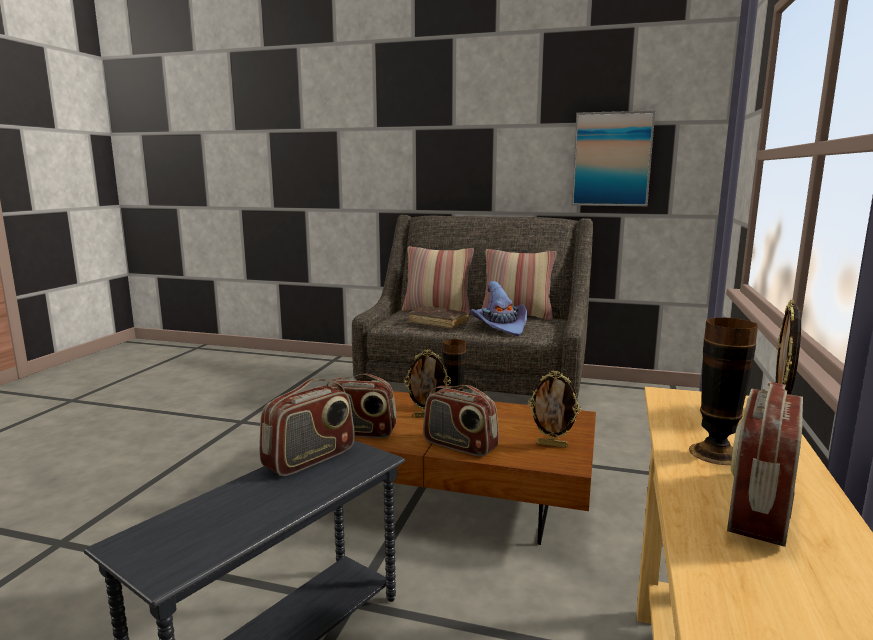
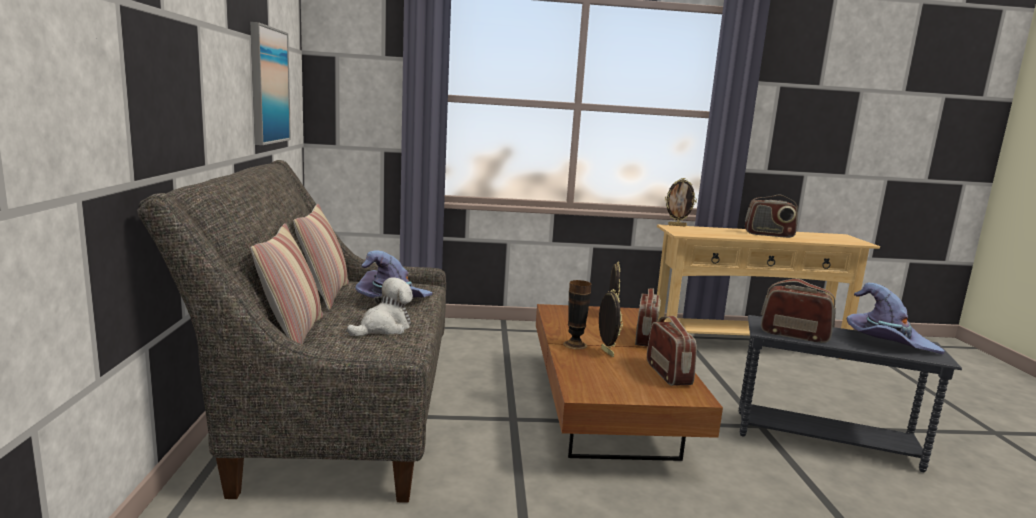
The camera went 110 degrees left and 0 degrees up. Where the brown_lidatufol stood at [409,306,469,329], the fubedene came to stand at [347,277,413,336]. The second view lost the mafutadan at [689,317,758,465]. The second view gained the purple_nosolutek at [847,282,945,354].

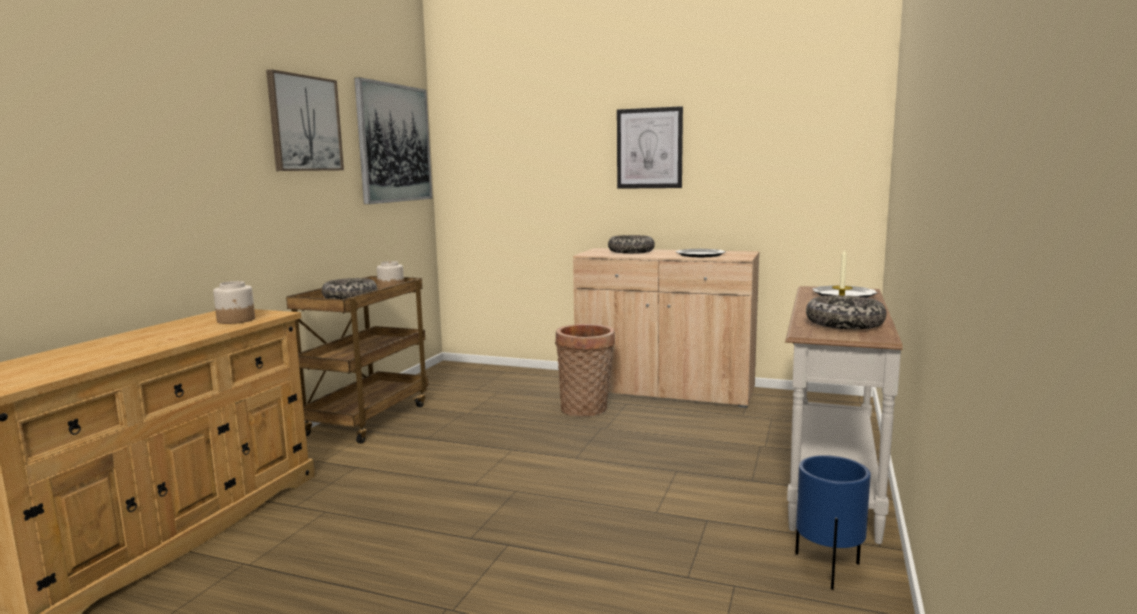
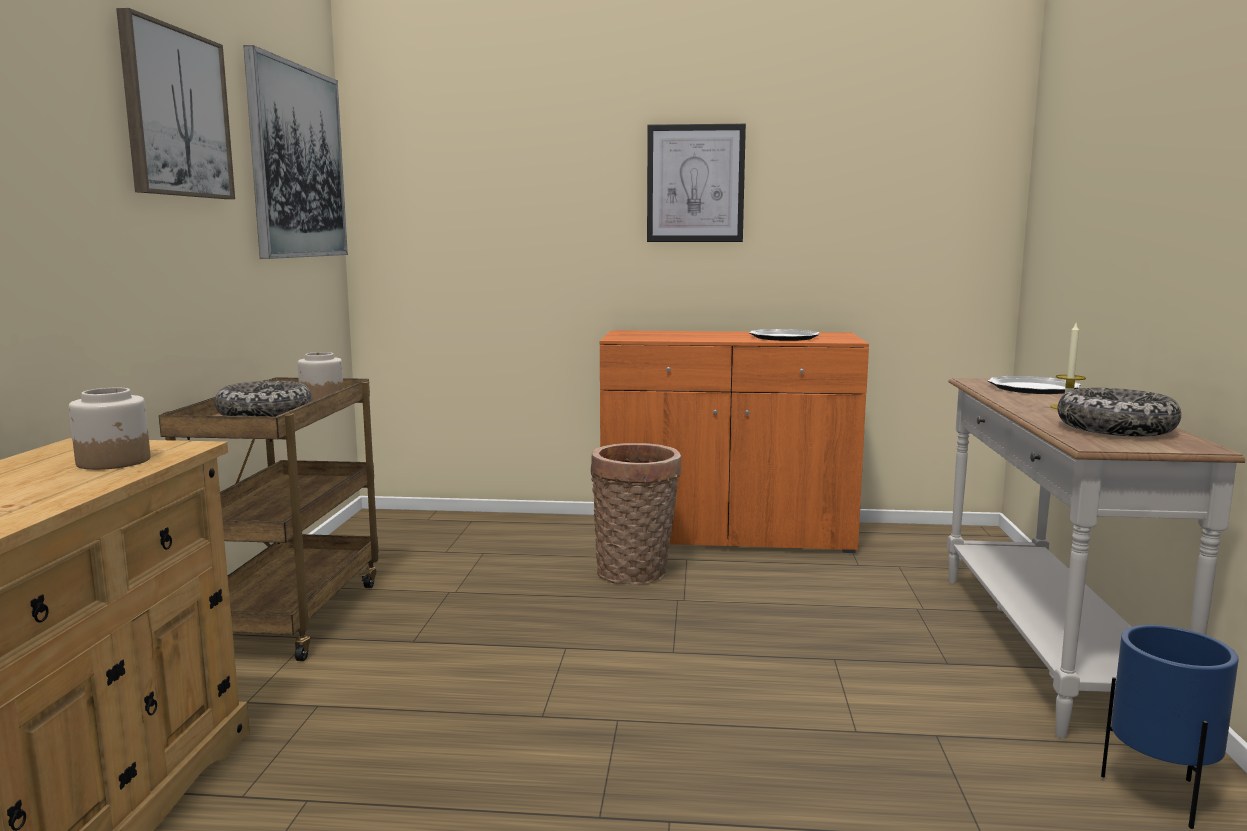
The camera went 15 degrees left and 0 degrees up. The second view lost the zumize at [608,235,655,254]. What was the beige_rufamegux at [573,248,759,408] turned into the orange_rufamegux at [600,330,869,553].

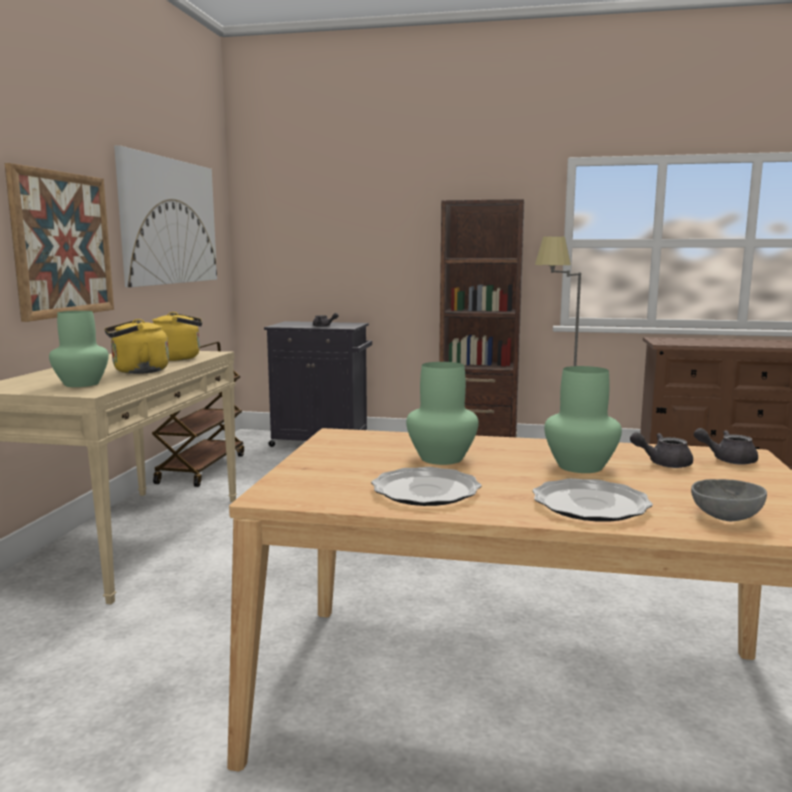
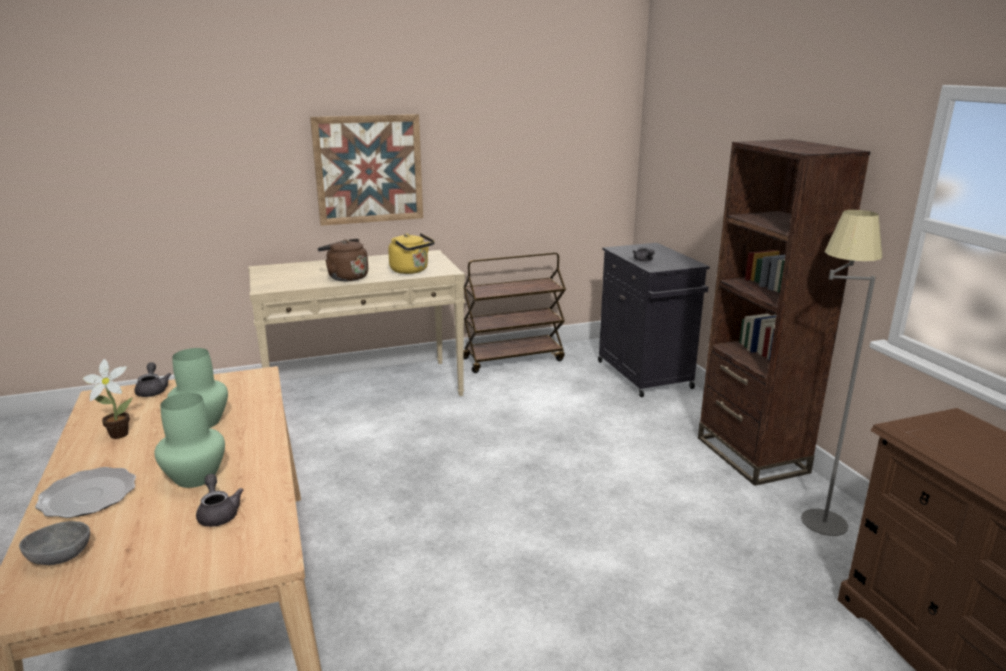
The camera went 60 degrees right and 10 degrees up. The second view lost the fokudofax at [114,145,217,287]. The second view lost the green_mafutadan at [49,311,109,387]. What was the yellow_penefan at [104,319,169,374] turned into the brown_penefan at [318,238,368,281]. The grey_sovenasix ended up elsewhere, having gone from [694,428,758,465] to [135,362,171,397]. Where the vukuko stood at [371,467,481,506], the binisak came to stand at [83,359,133,439].

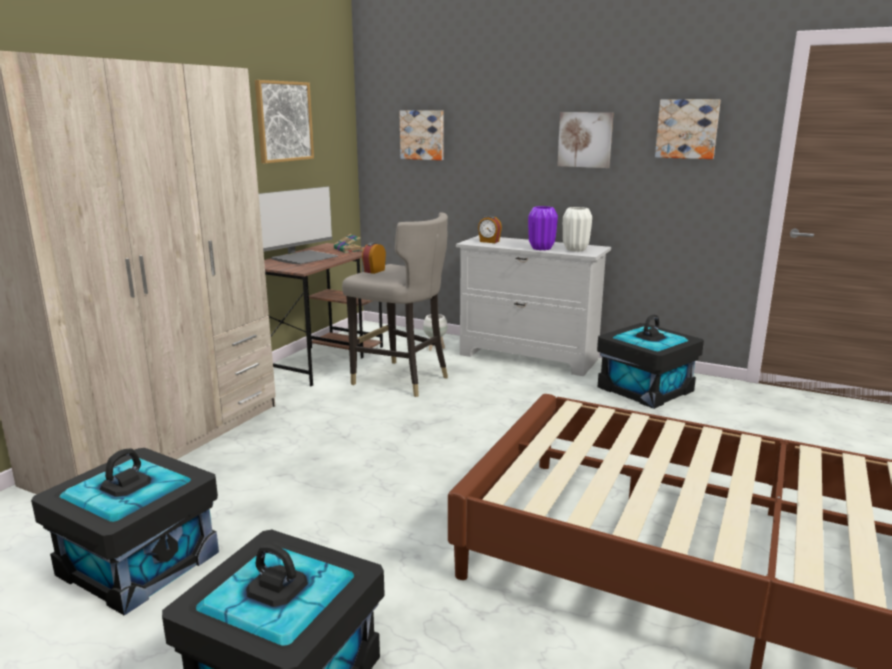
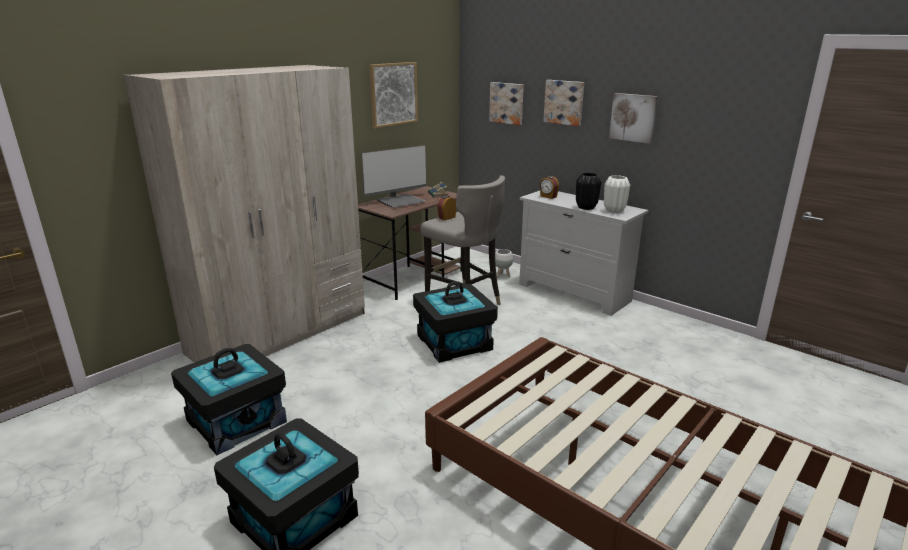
The camera went 15 degrees right and 5 degrees up. The fokudofax ended up elsewhere, having gone from [655,99,721,159] to [543,80,584,126]. What was the purple_mafutadan at [528,206,558,250] turned into the black_mafutadan at [576,173,601,210]. The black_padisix ended up elsewhere, having gone from [597,315,704,409] to [413,281,498,363].

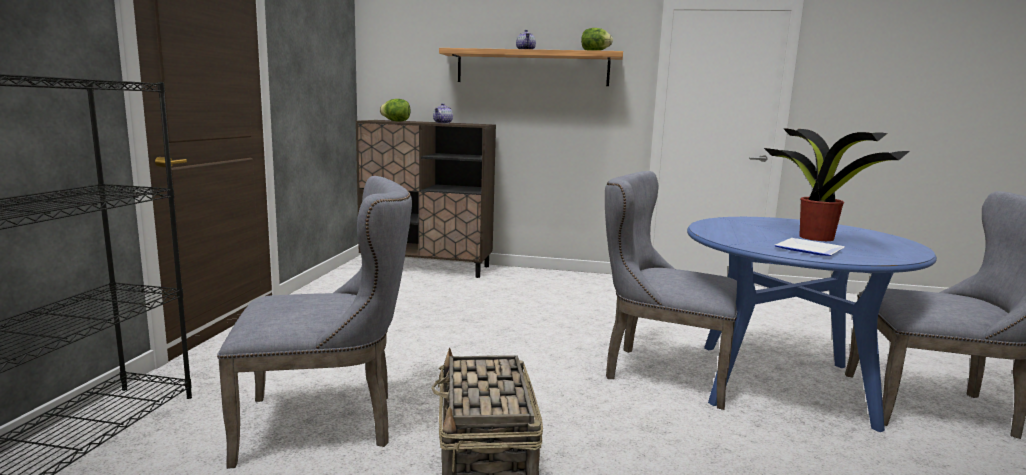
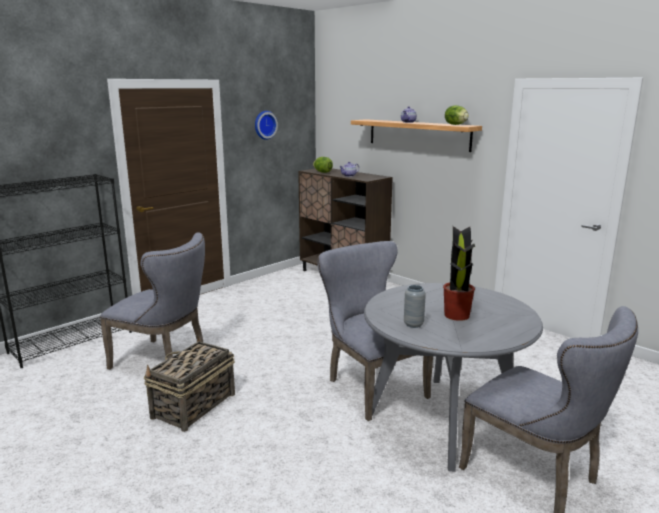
The camera went 35 degrees right and 5 degrees up. What was the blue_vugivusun at [687,217,937,432] turned into the grey_vugivusun at [364,283,543,472]. Where the vukuko stood at [774,238,845,256], the grey_mafutadan came to stand at [404,285,426,328]. The second view gained the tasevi at [255,111,278,140].

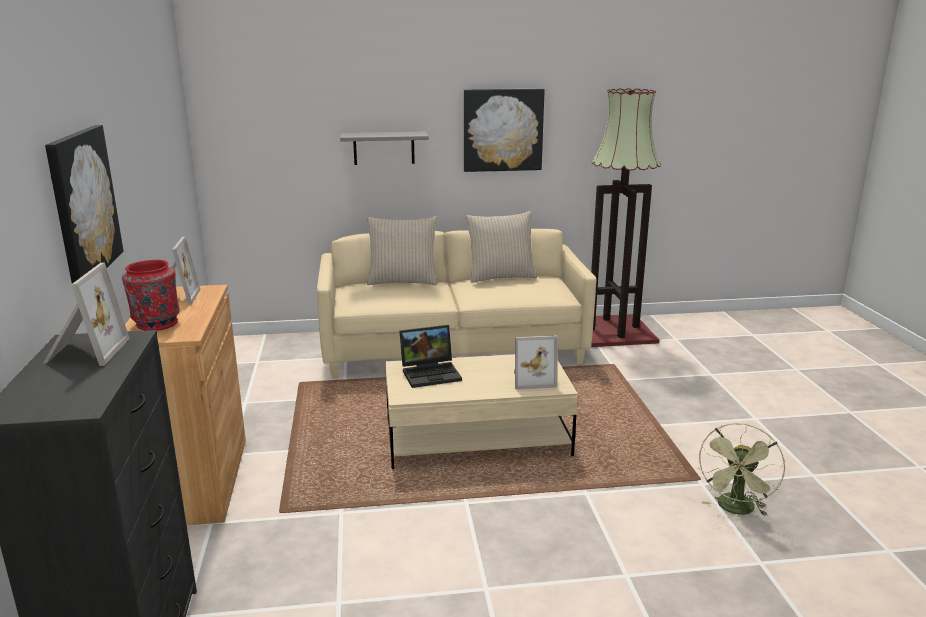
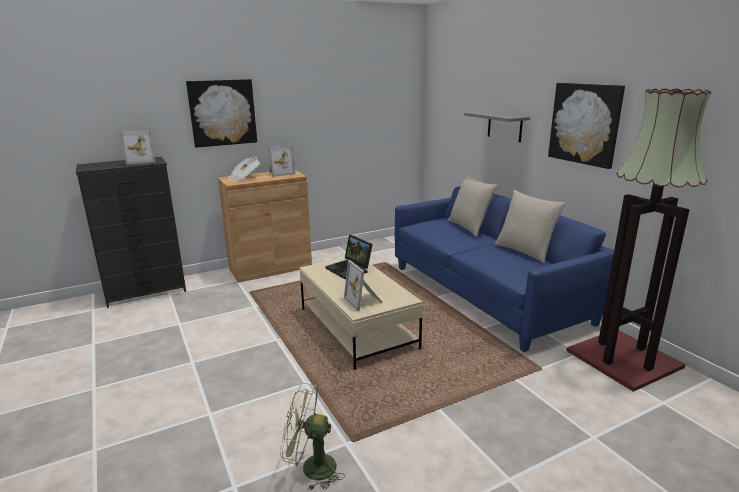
The camera went 70 degrees right and 0 degrees up. What was the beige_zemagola at [317,229,597,379] turned into the blue_zemagola at [395,187,614,352]. Where the red_mafutadan stood at [122,260,180,331], the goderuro came to stand at [228,157,260,180].

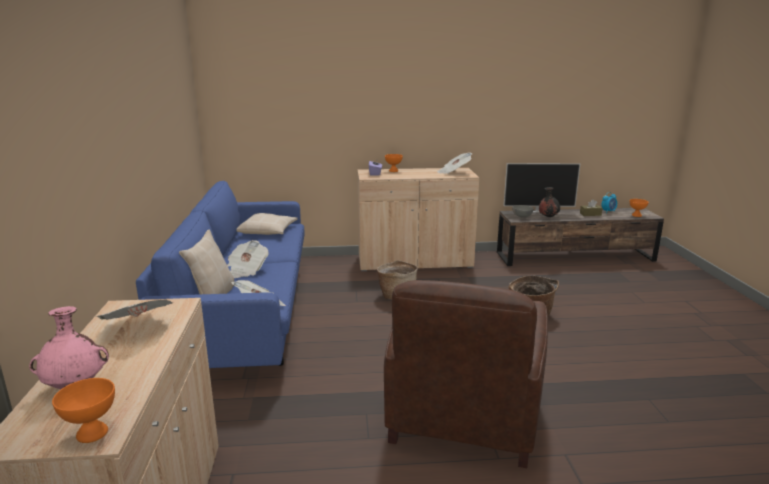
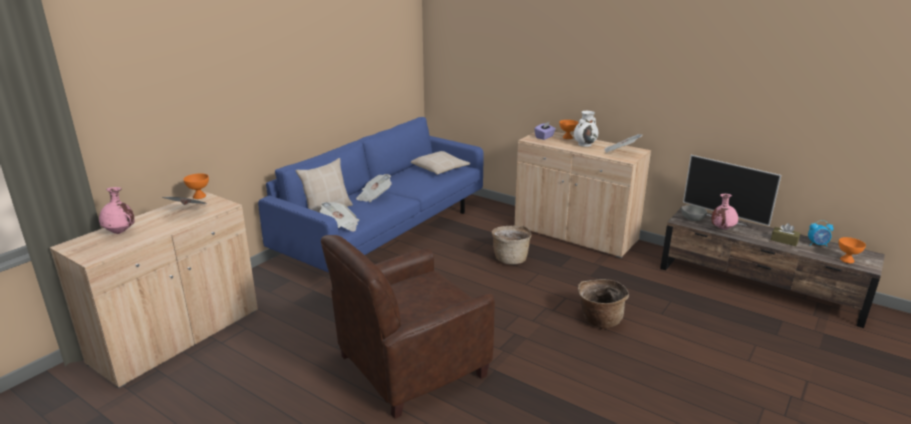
The camera went 40 degrees right and 5 degrees up. What was the black_mafutadan at [539,187,560,217] turned into the pink_mafutadan at [711,194,738,230]. The orange_zumize ended up elsewhere, having gone from [52,378,115,443] to [183,173,209,199]. The second view gained the white_mafutadan at [574,111,598,147].

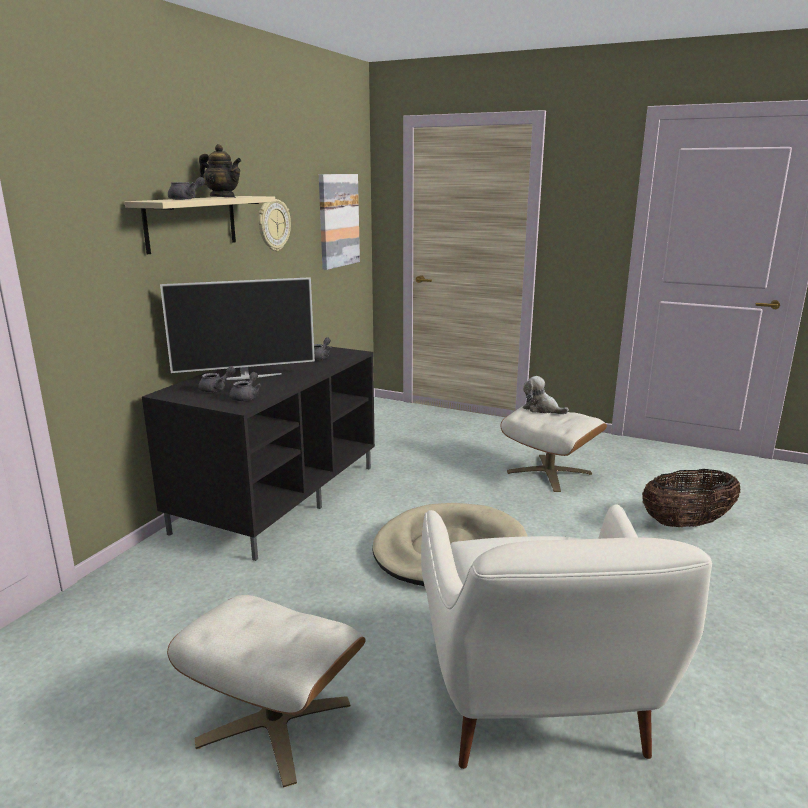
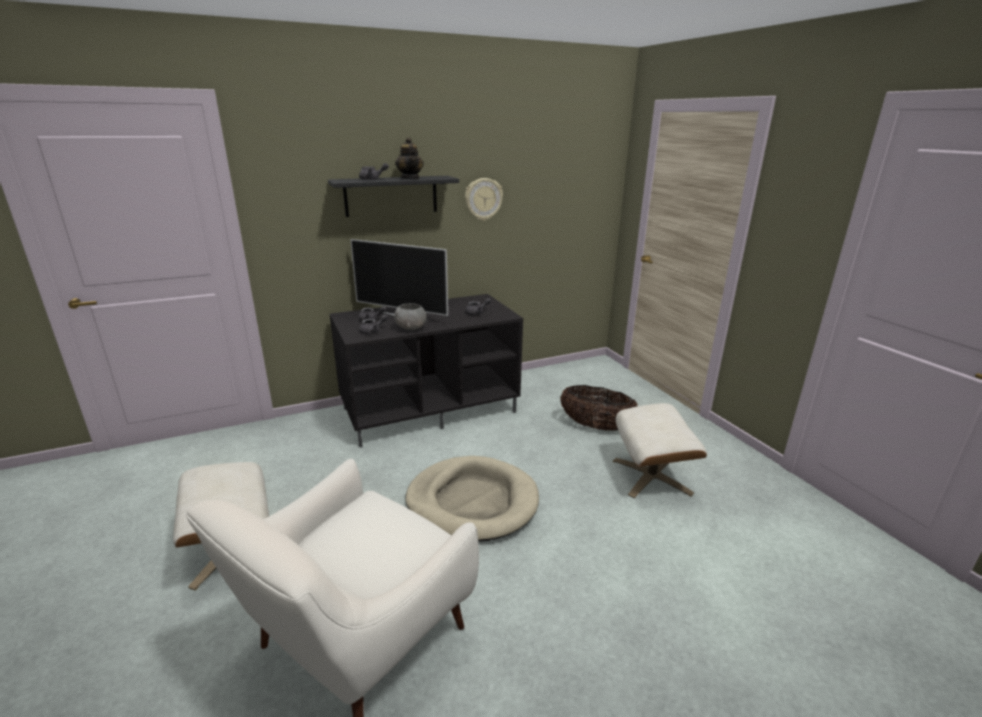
The camera went 40 degrees right and 5 degrees up. The second view lost the fokudofax at [319,174,360,270]. What was the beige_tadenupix at [125,196,275,254] turned into the black_tadenupix at [328,176,459,217]. The second view lost the fubedene at [523,376,569,414]. The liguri ended up elsewhere, having gone from [642,469,741,527] to [560,385,638,431]. The second view gained the grey_zumize at [394,303,426,330].

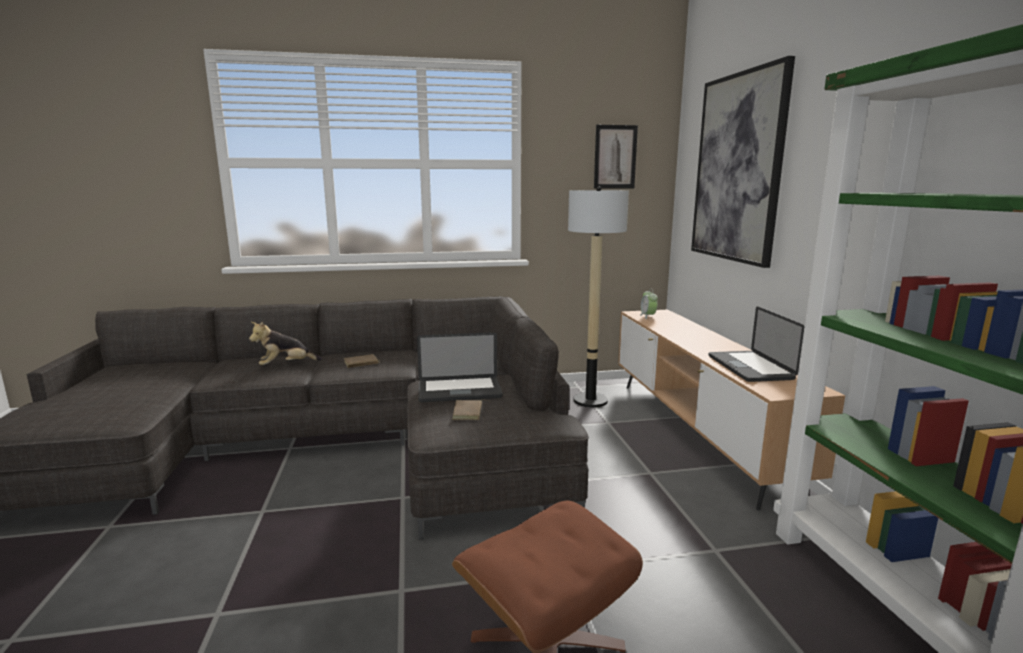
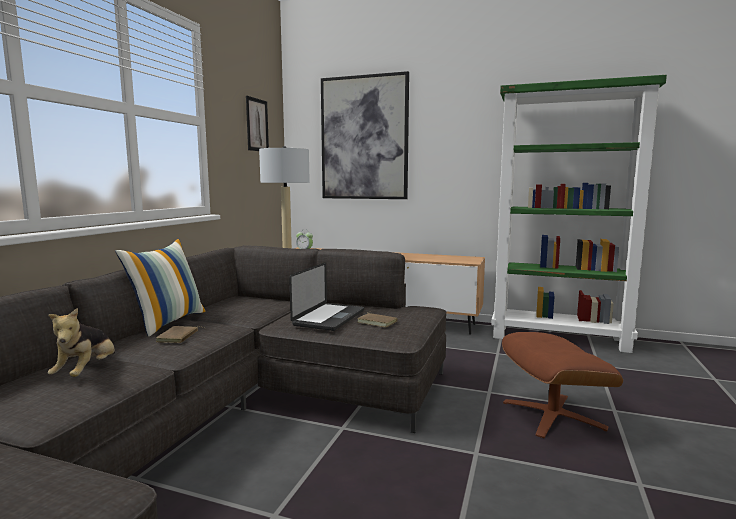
The camera went 60 degrees left and 5 degrees down. The second view lost the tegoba at [709,306,804,382]. The second view gained the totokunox at [115,239,206,337].

